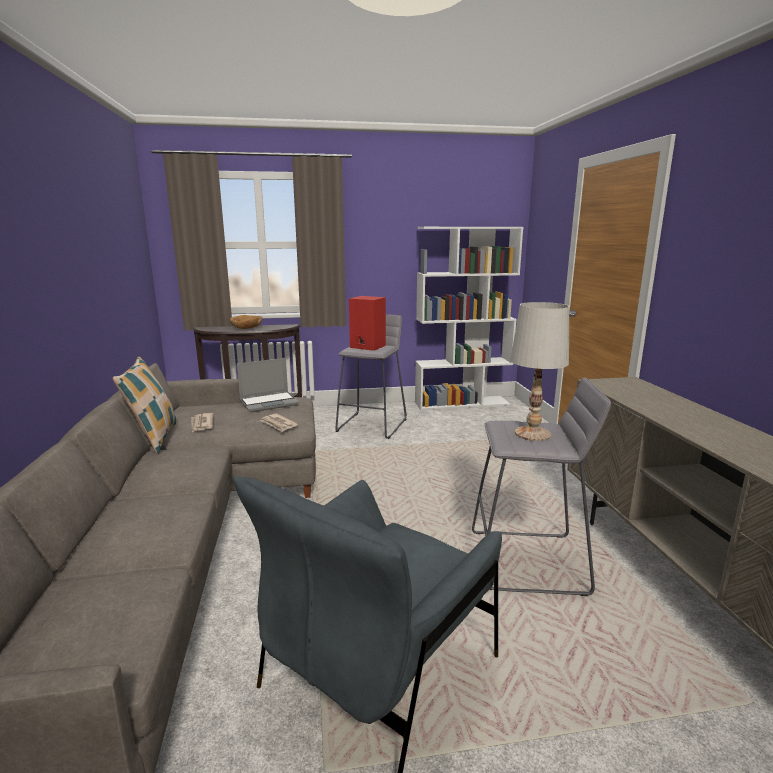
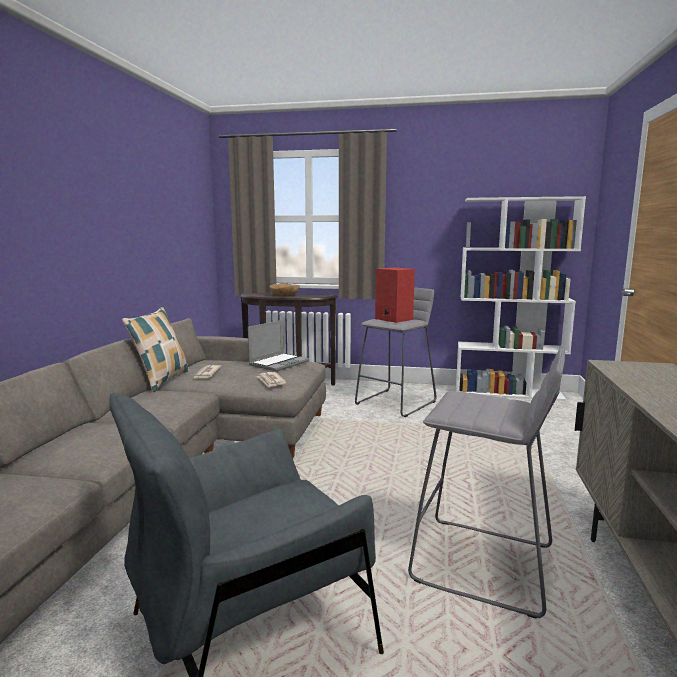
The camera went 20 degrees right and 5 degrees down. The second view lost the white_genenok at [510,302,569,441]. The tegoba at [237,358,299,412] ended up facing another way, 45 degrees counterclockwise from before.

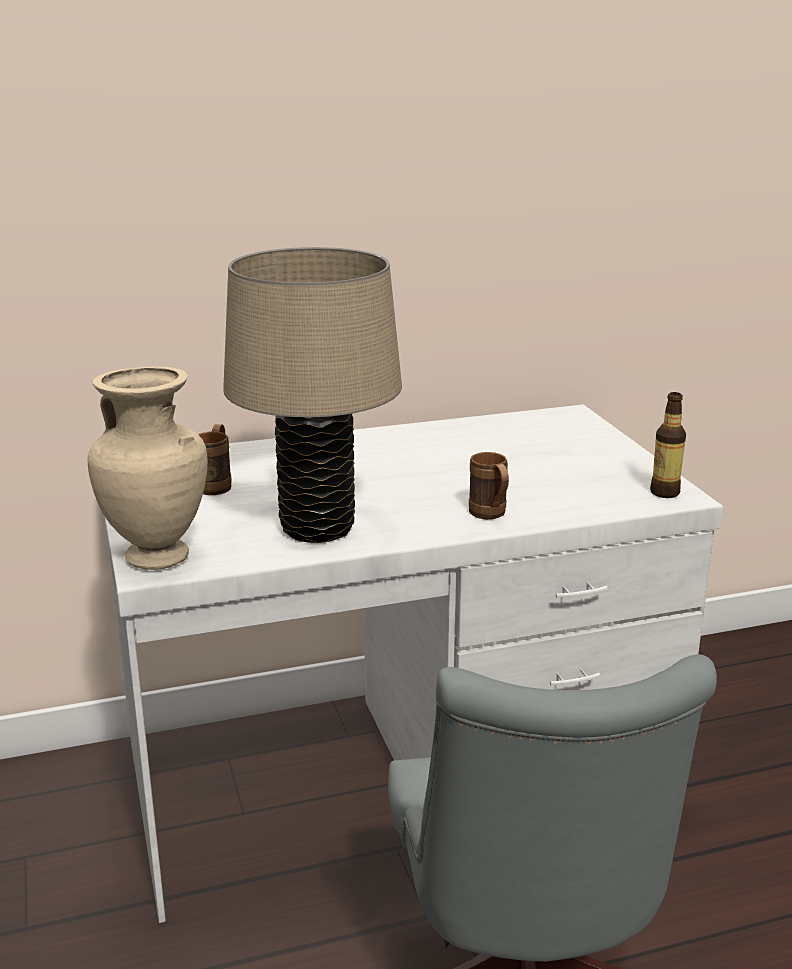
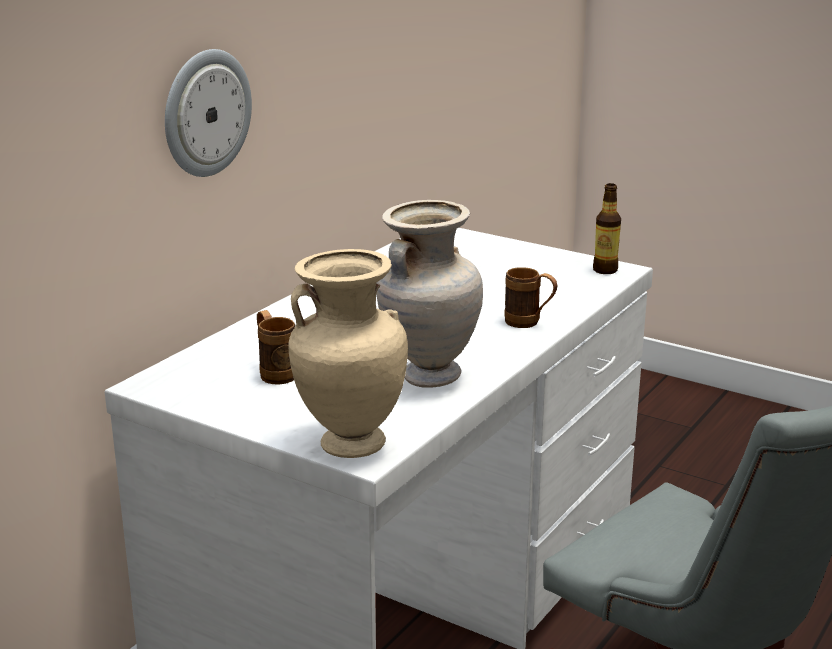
The camera went 40 degrees left and 0 degrees up. Where the beige_genenok stood at [223,247,402,543], the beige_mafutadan came to stand at [376,200,483,388]. The second view gained the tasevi at [165,49,252,177].

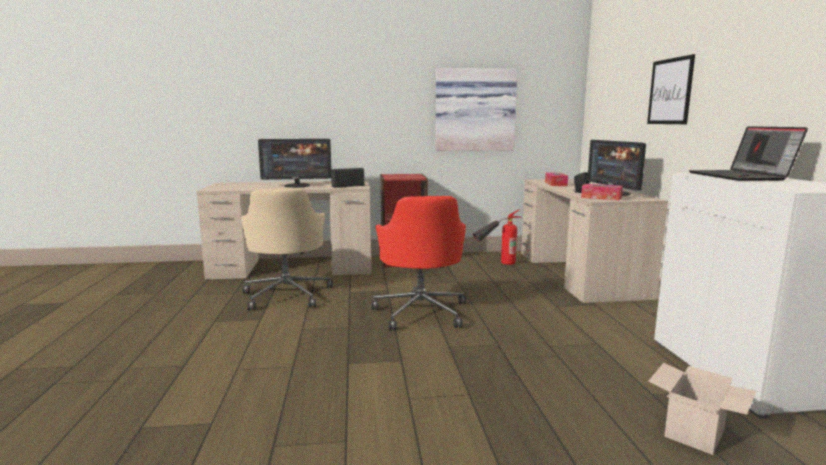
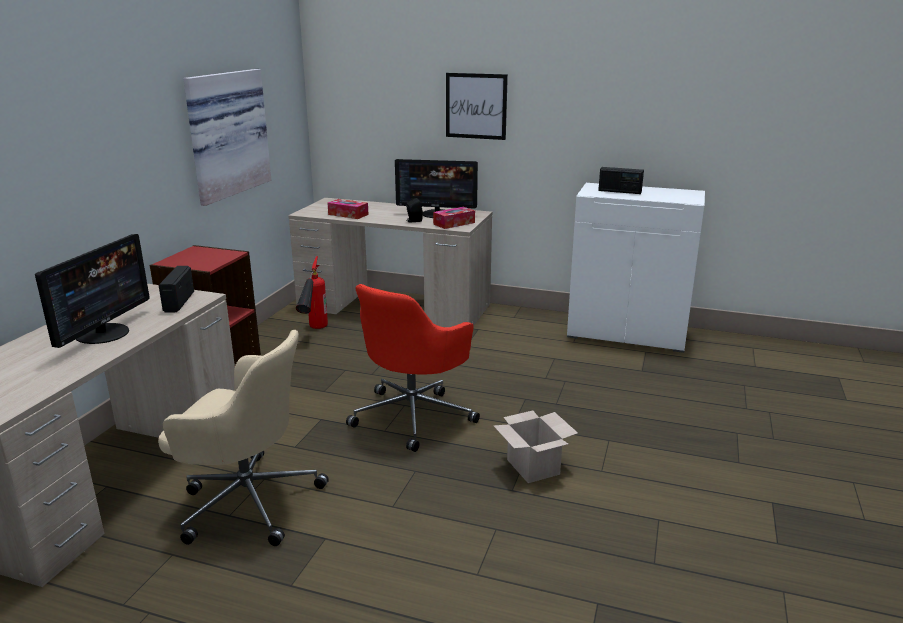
The camera went 65 degrees left and 10 degrees up. Where the tegoba stood at [689,126,808,181], the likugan came to stand at [598,167,644,194]. The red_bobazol at [371,196,466,331] ended up facing another way, 105 degrees clockwise from before. The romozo ended up elsewhere, having gone from [648,363,756,455] to [493,410,578,483].

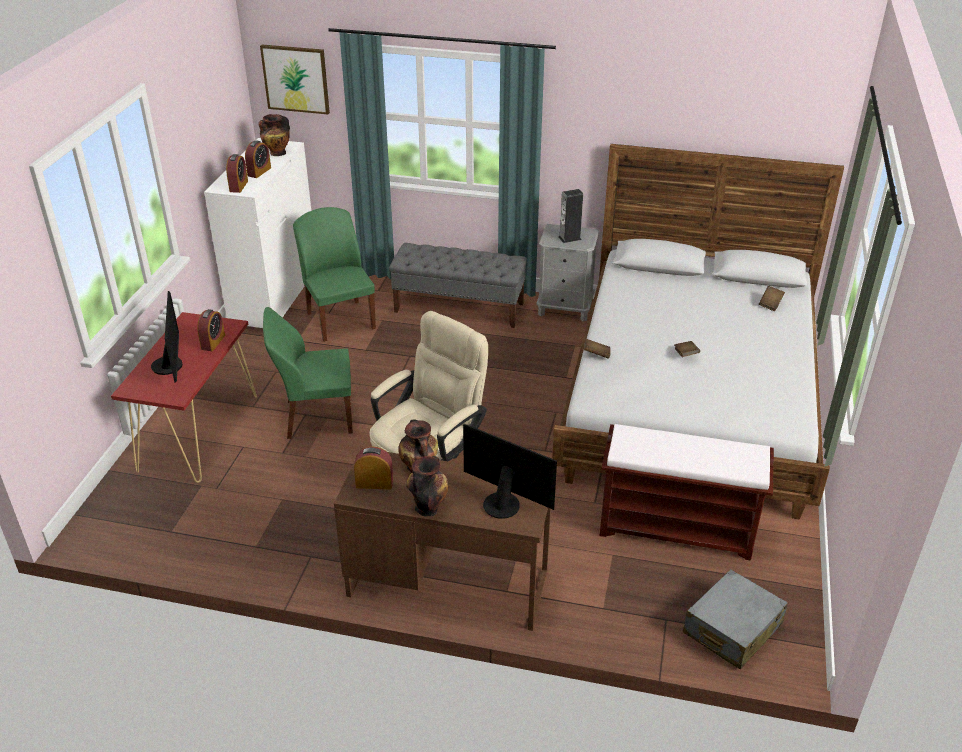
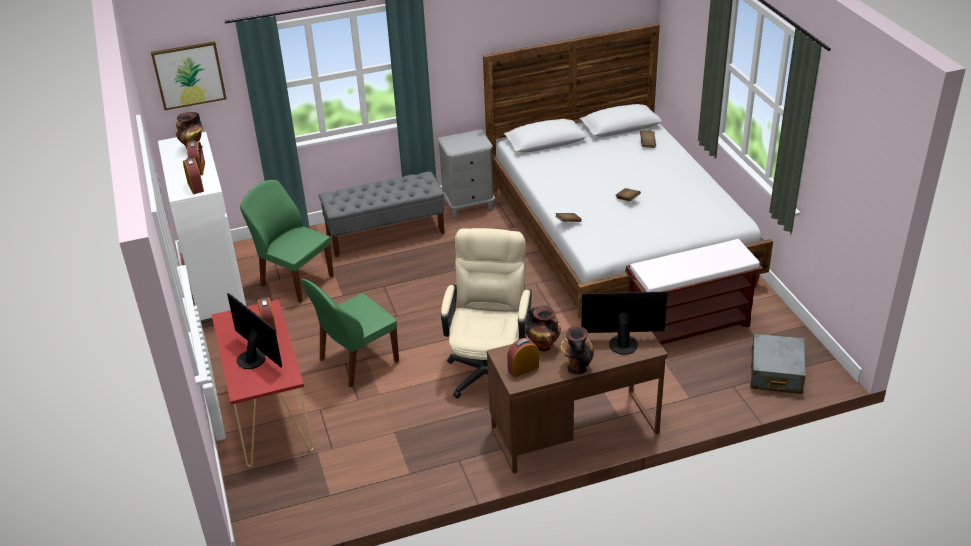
The camera went 30 degrees left and 0 degrees up. The second view lost the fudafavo at [558,189,583,243].

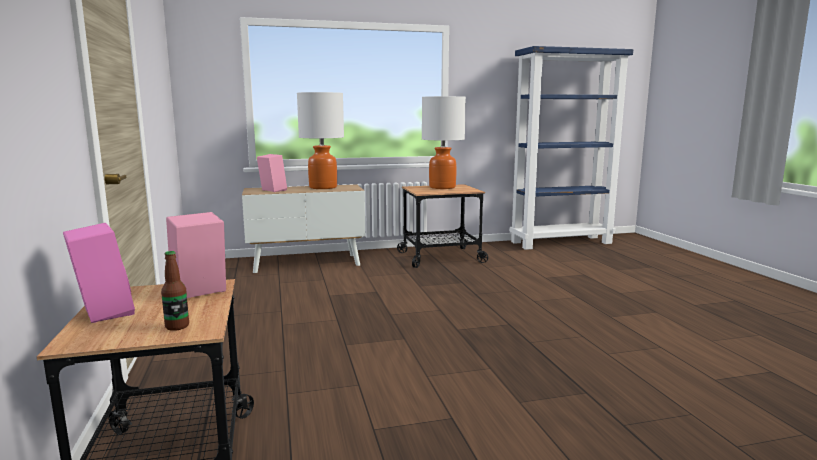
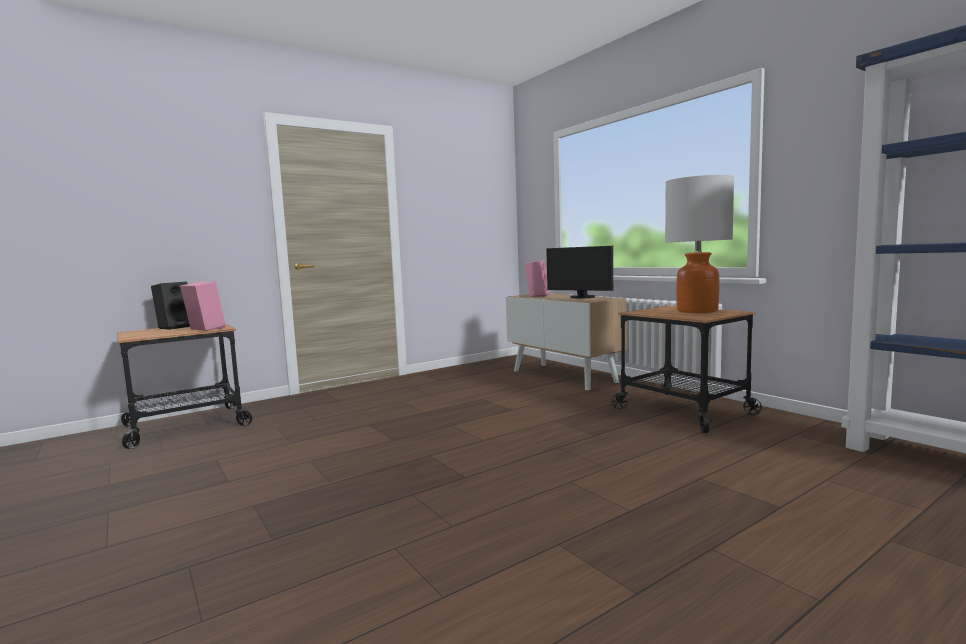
The camera went 70 degrees right and 5 degrees down. Where the genenok stood at [297,92,344,189], the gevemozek came to stand at [546,246,613,299]. What was the pink_fudafavo at [63,223,135,323] turned into the black_fudafavo at [151,282,190,330]. The second view lost the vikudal at [161,251,189,331].

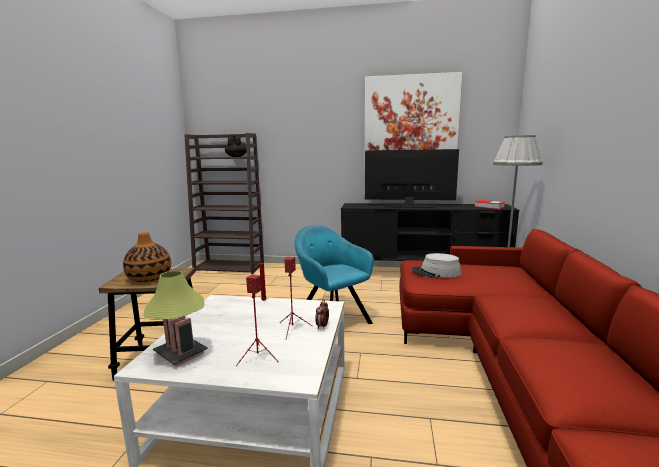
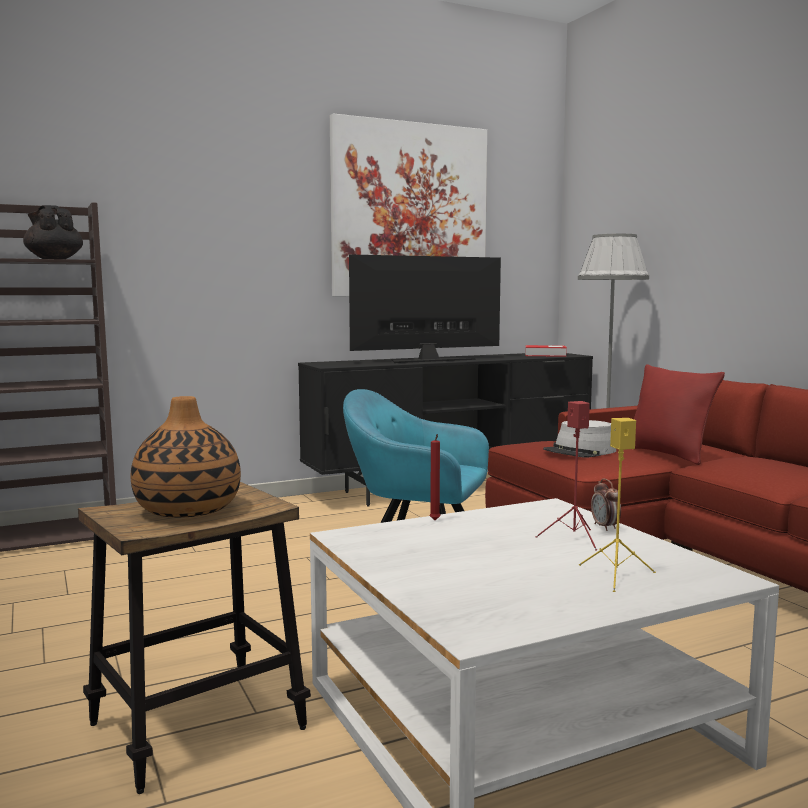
The camera went 35 degrees left and 5 degrees down. The second view lost the genenok at [144,271,208,367]. What was the red_fudafavo at [236,274,279,366] turned into the yellow_fudafavo at [579,418,656,592]. The second view gained the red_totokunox at [634,364,725,465].

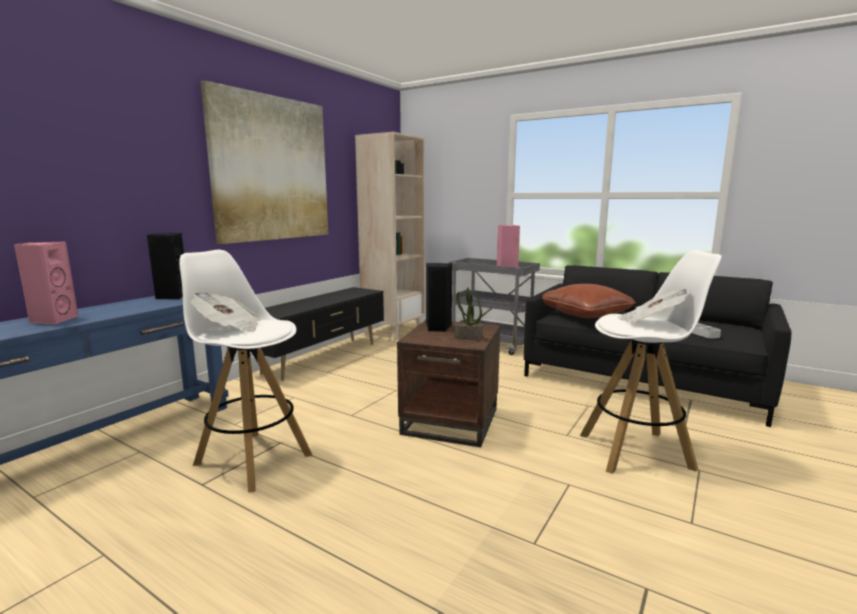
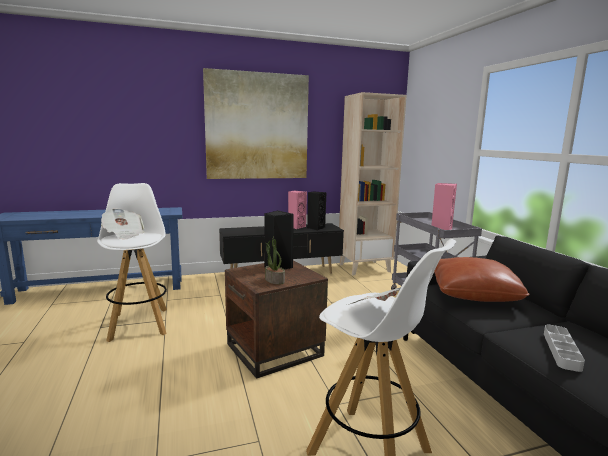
The camera went 40 degrees right and 0 degrees up. The black_fudafavo ended up elsewhere, having gone from [147,233,184,299] to [307,191,326,230]. The pink_fudafavo ended up elsewhere, having gone from [14,242,78,324] to [288,191,307,229].

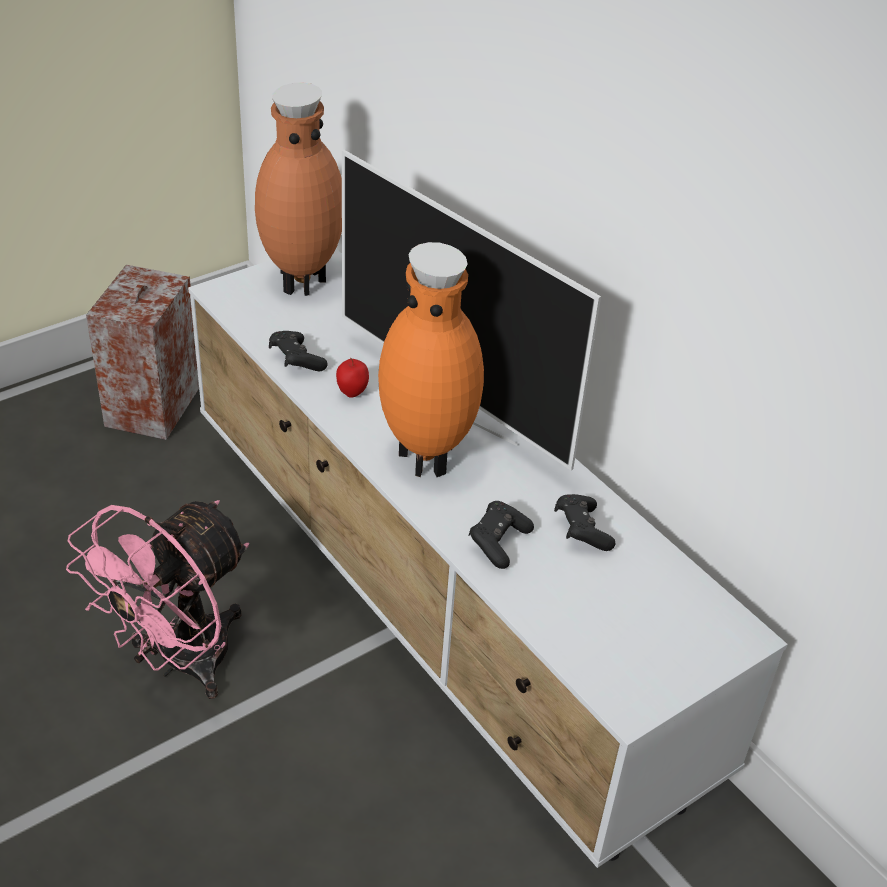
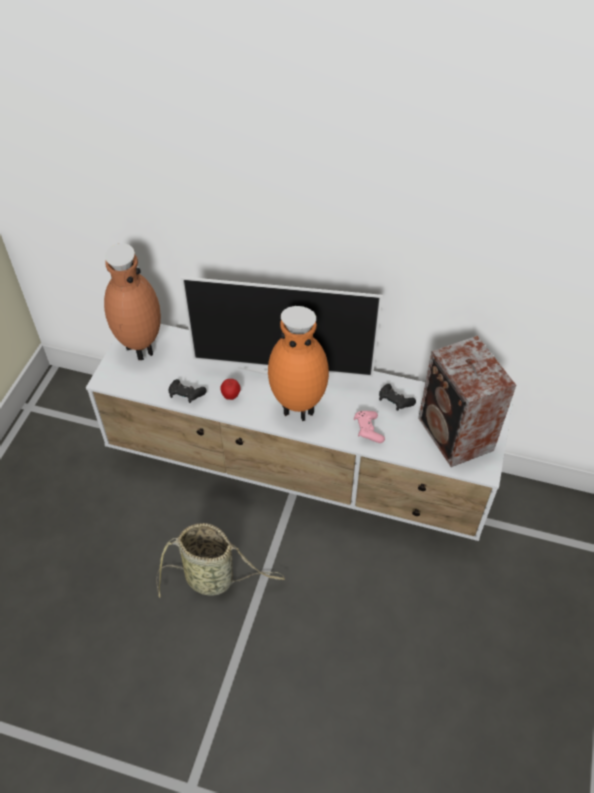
The camera went 35 degrees left and 10 degrees up. The fudafavo ended up elsewhere, having gone from [86,265,199,440] to [418,336,516,467]. Where the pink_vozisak stood at [66,500,249,699], the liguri came to stand at [156,523,285,599]. What was the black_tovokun at [468,501,534,569] turned into the pink_tovokun at [354,411,385,443].

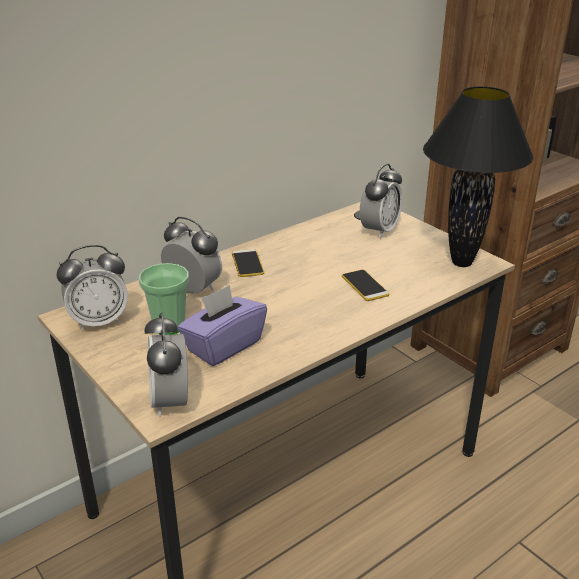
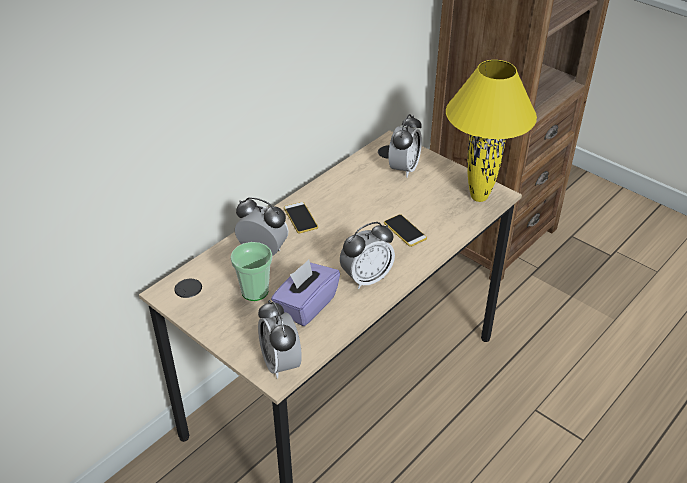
The camera went 10 degrees left and 10 degrees up. What was the black_genenok at [423,86,534,267] turned into the yellow_genenok at [446,60,537,202]. The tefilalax ended up elsewhere, having gone from [57,245,128,331] to [340,222,395,289].

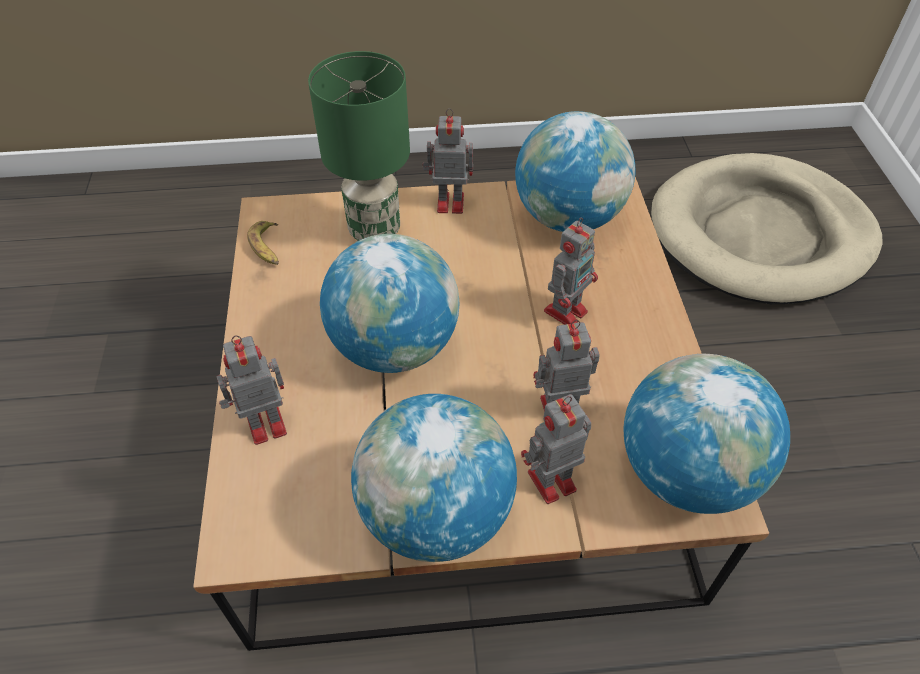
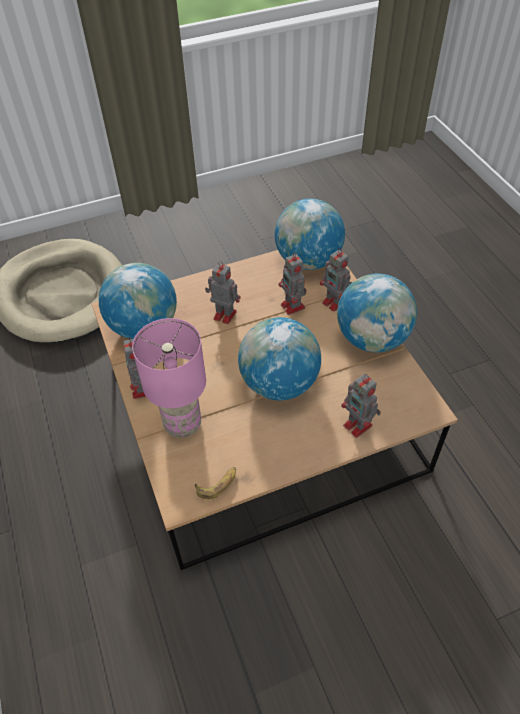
The camera went 105 degrees left and 0 degrees up. What was the green_genenok at [308,51,410,241] turned into the pink_genenok at [132,318,206,438].

